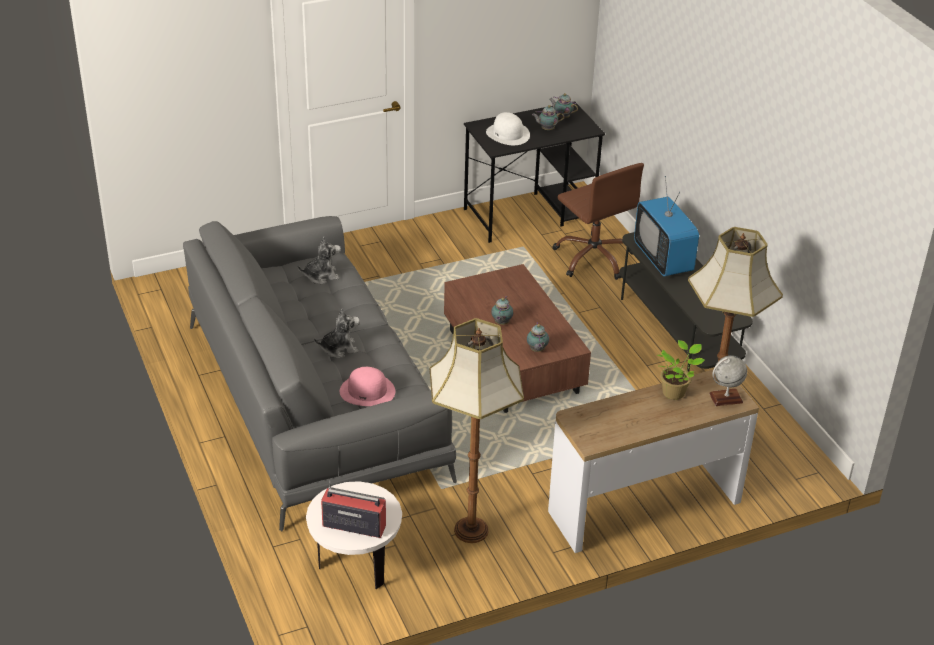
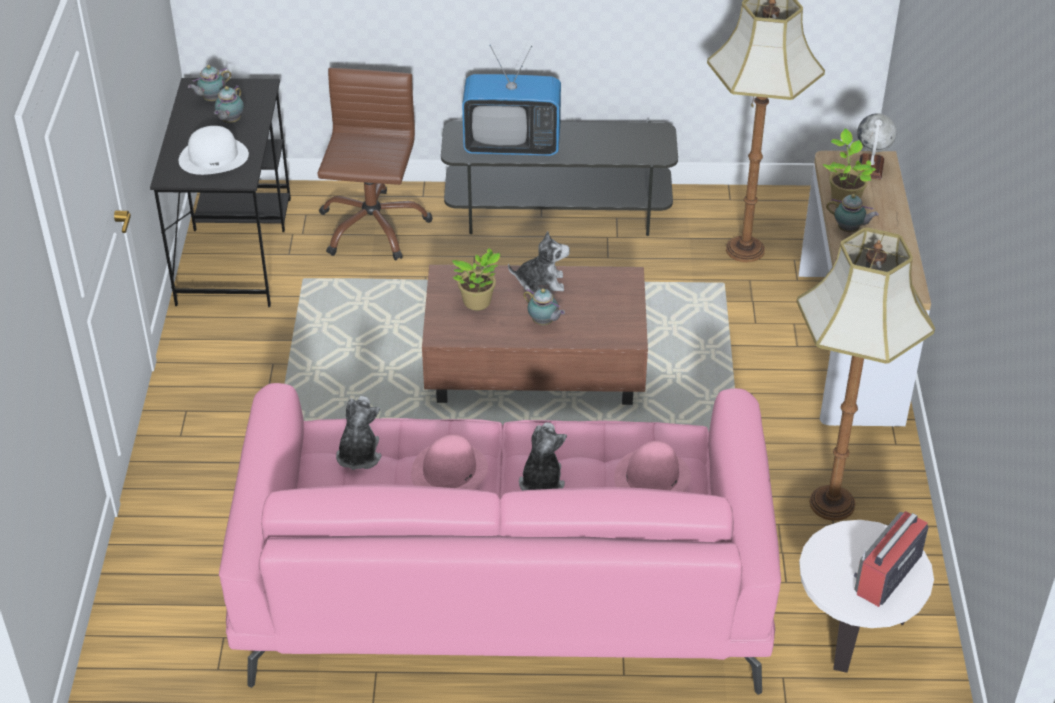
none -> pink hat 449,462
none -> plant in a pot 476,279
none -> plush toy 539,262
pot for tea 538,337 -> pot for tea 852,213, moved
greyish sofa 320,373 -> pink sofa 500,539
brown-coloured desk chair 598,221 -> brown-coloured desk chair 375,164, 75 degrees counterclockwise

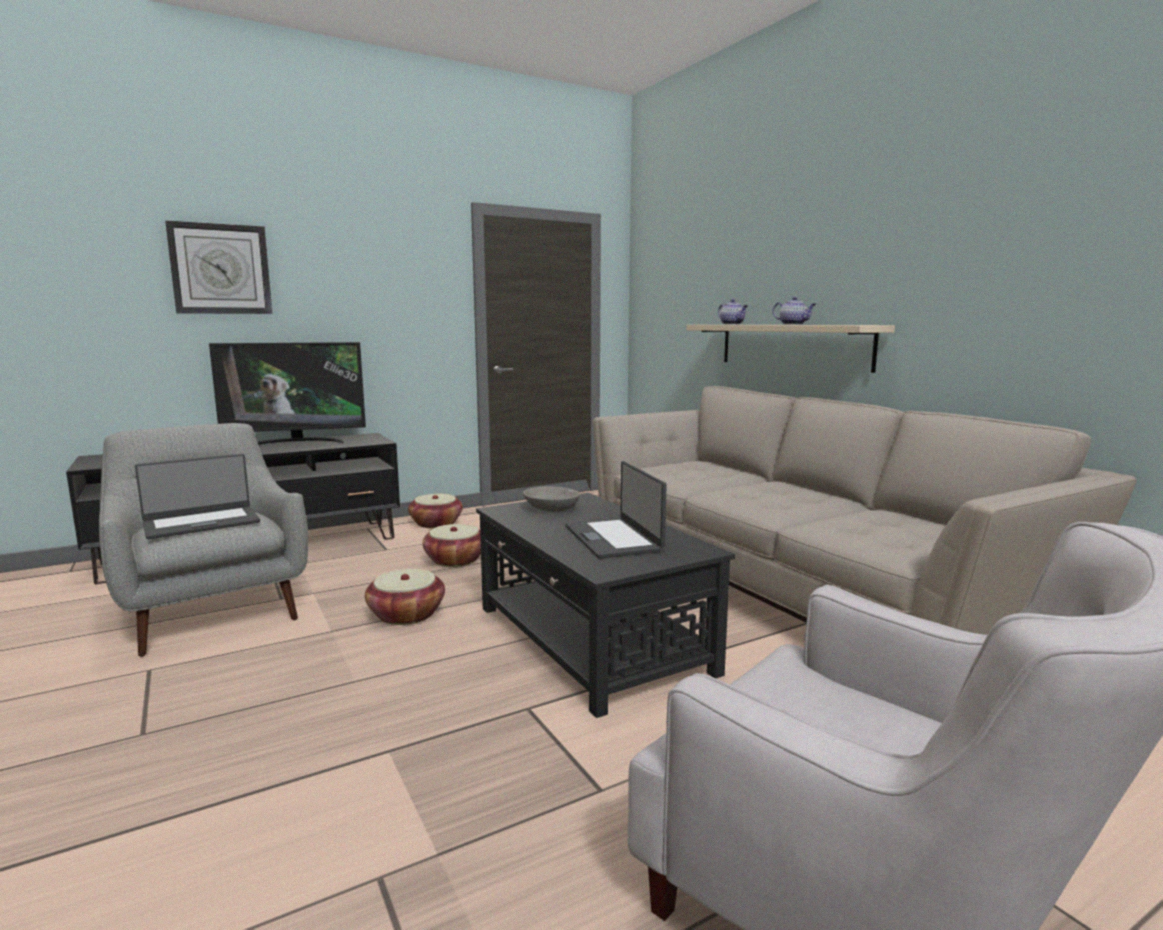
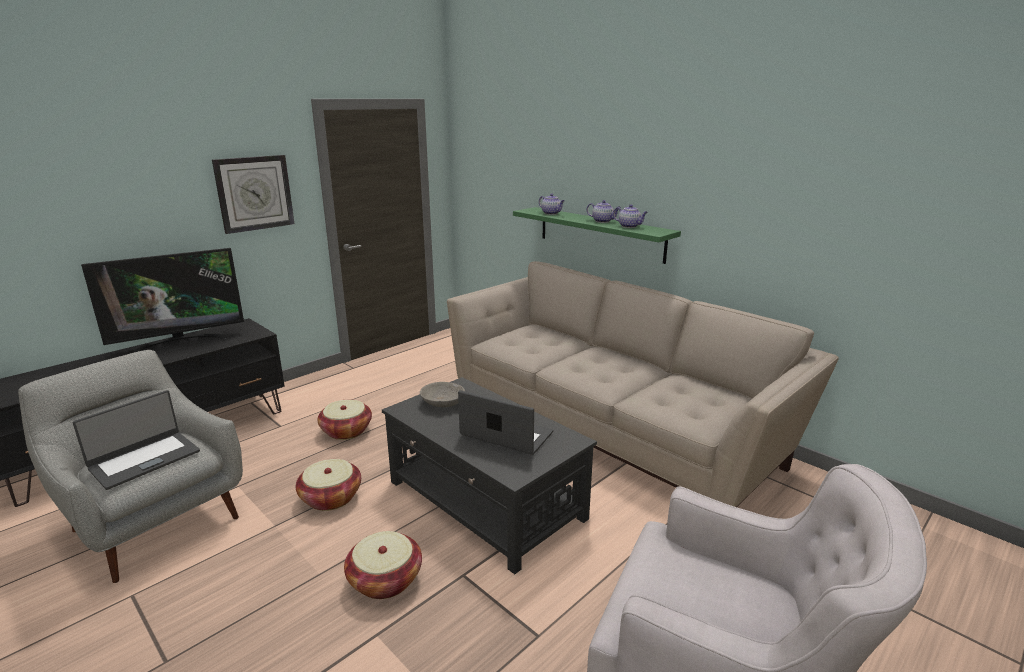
none -> pot for tea 630,216
wall clock 218,267 -> wall clock 253,194, moved
storage basket 435,511 -> storage basket 383,565, moved
beige-coloured shelf 790,349 -> green shelf 597,235
portable computer 616,510 -> portable computer 505,422, 150 degrees clockwise

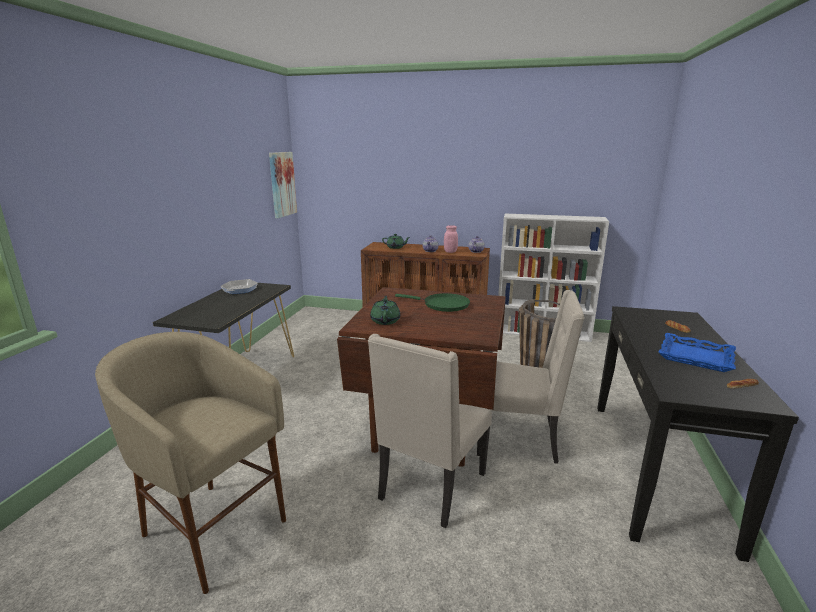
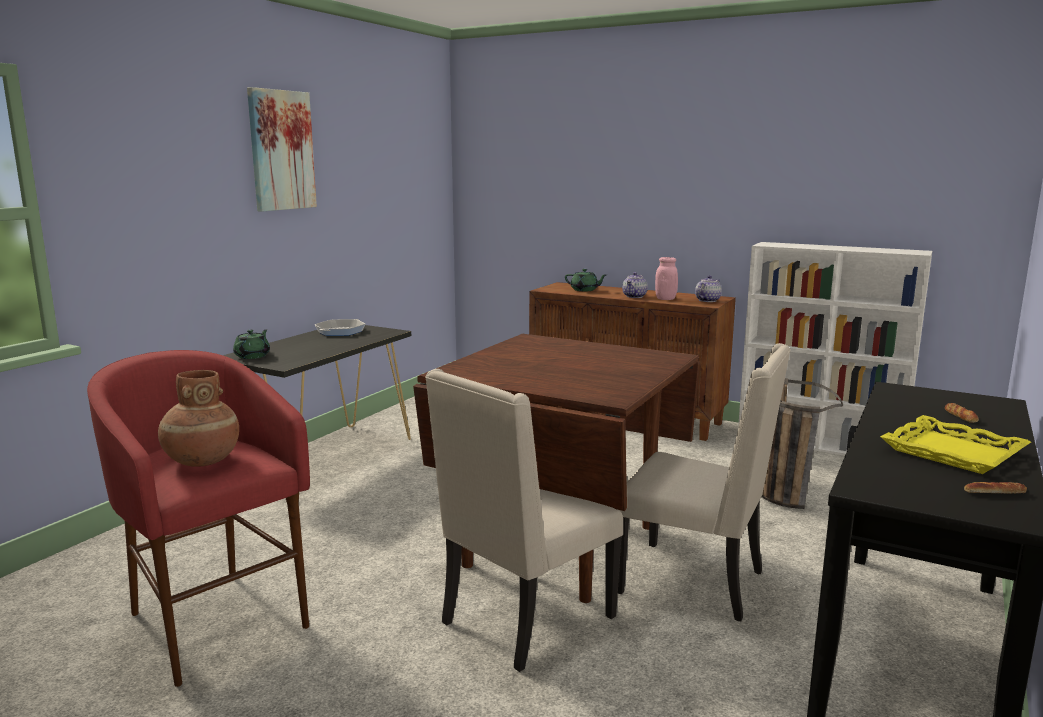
green pan 432,302 -> none
none -> brown-coloured decorative vase 198,418
wall picture 283,185 -> wall picture 282,149, moved
green pot for tea 385,310 -> green pot for tea 251,344, moved
beige-coloured sitting stool 190,463 -> red sitting stool 198,518
bluish tray 697,352 -> yellowish tray 955,444

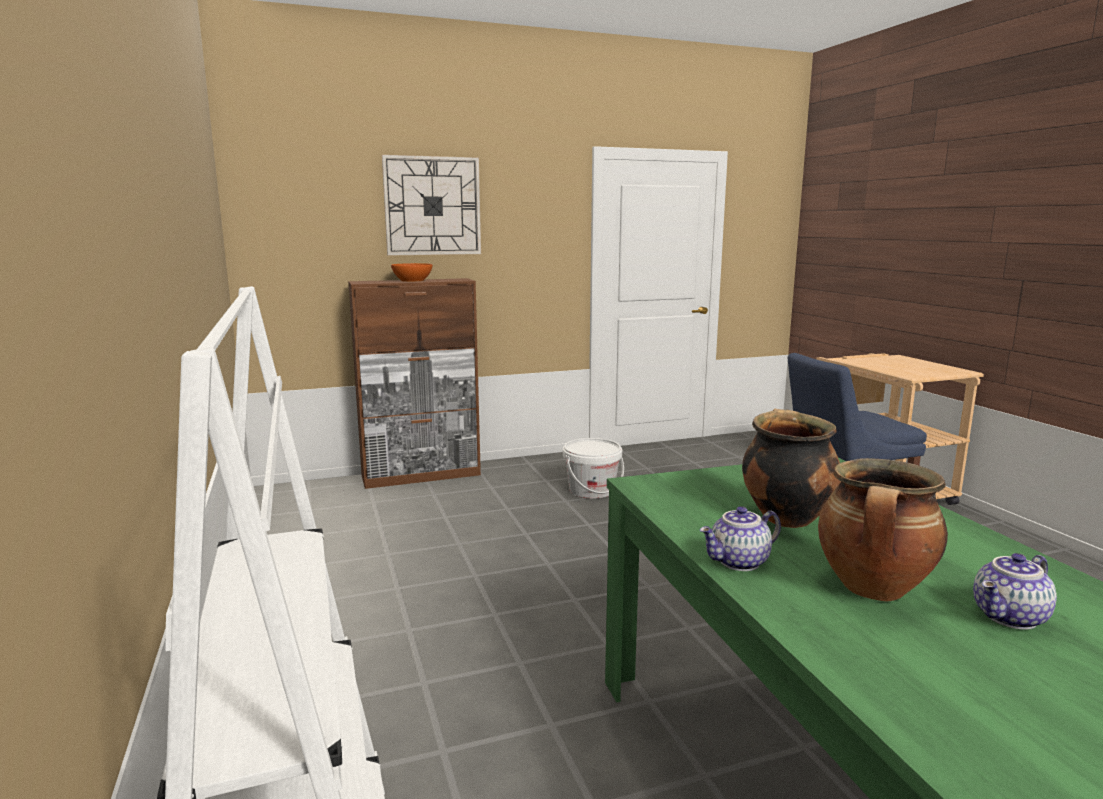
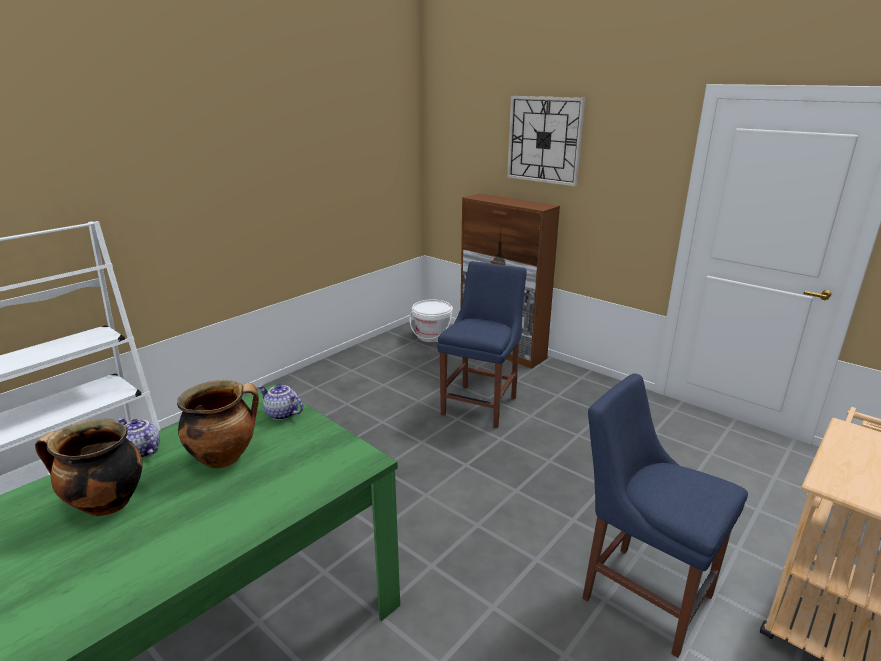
orange-coloured serving bowl 412,272 -> none
none -> bluish plain chair 482,344
white bucket 593,468 -> white bucket 431,320, moved
pot for tea 1015,591 -> pot for tea 280,402, moved

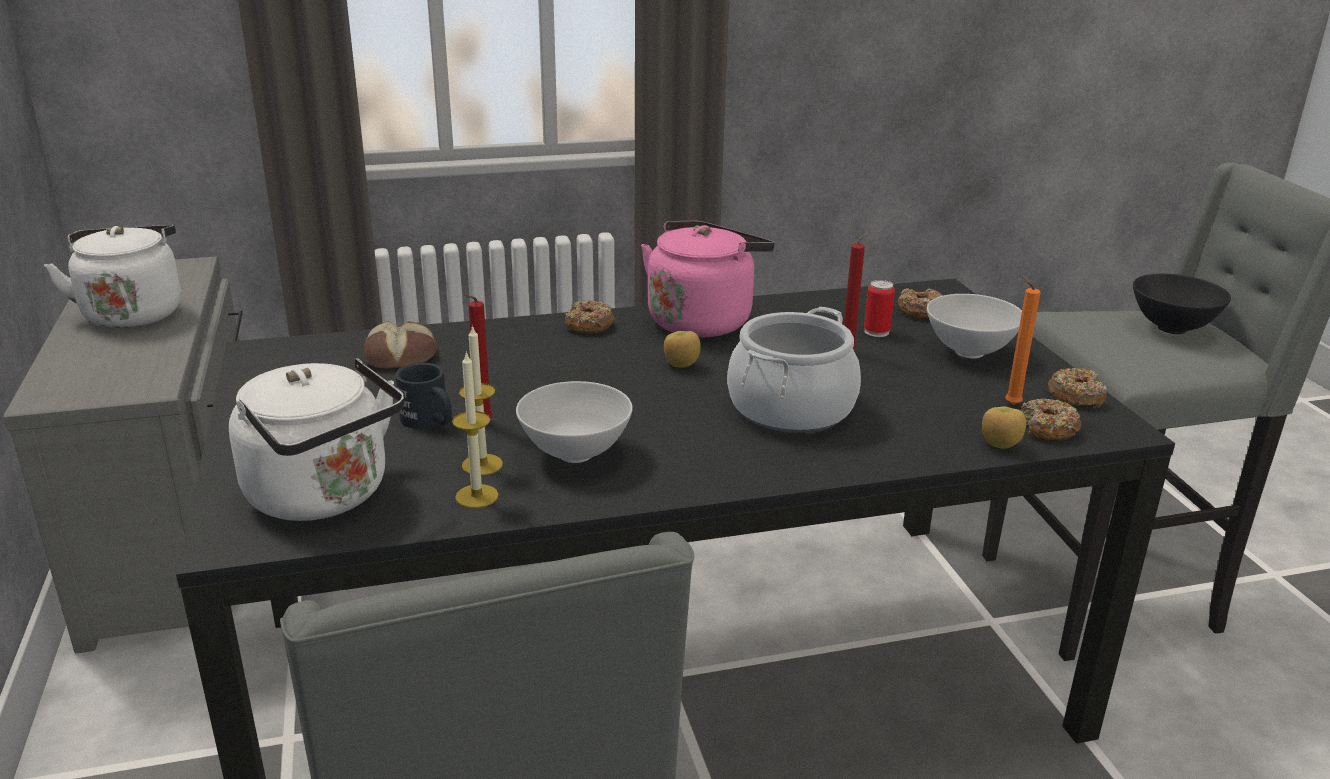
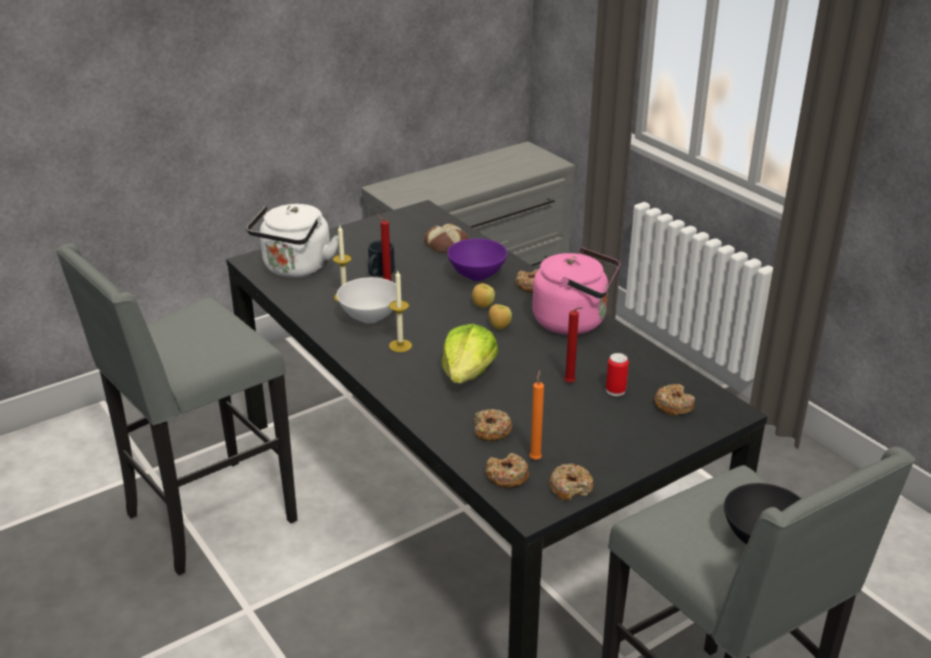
white water kettle 112,276 -> none
white serving bowl 974,326 -> none
none -> purple serving bowl 477,260
none -> doughnut 493,425
wax candle 475,429 -> wax candle 400,311, moved
apple fruit 1004,428 -> apple fruit 483,295, moved
saucepot 794,370 -> lettuce 469,354

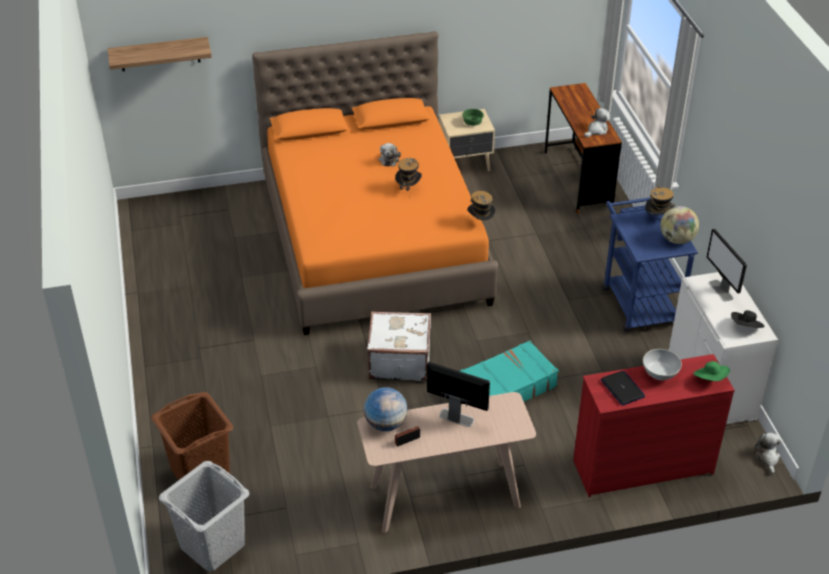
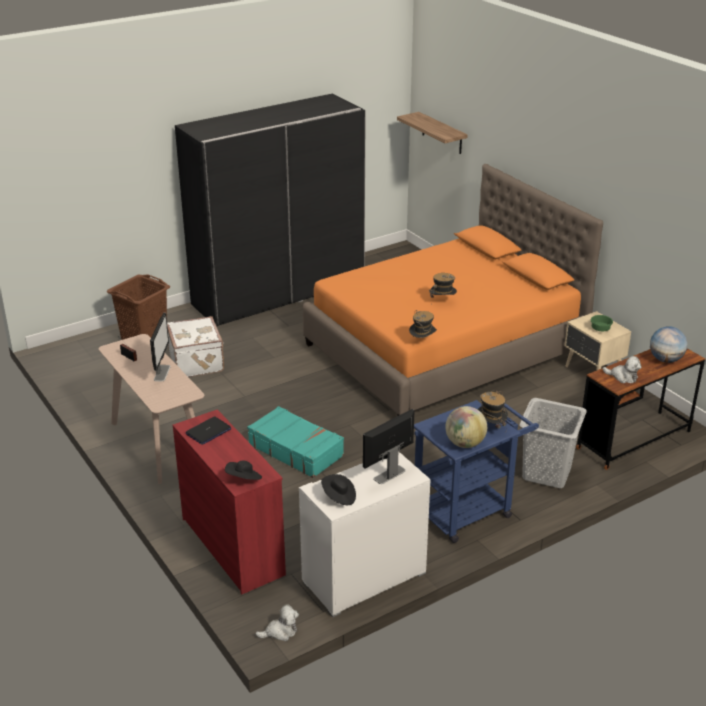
plush toy 389,154 -> none
white serving bowl 662,364 -> none
none -> blackish armoire 270,210
greyish laundry basket 204,516 -> greyish laundry basket 553,443, moved
desk globe 386,409 -> desk globe 668,344, moved
white suitcase 399,346 -> white suitcase 195,346, moved
green hat 711,371 -> blackish hat 243,470

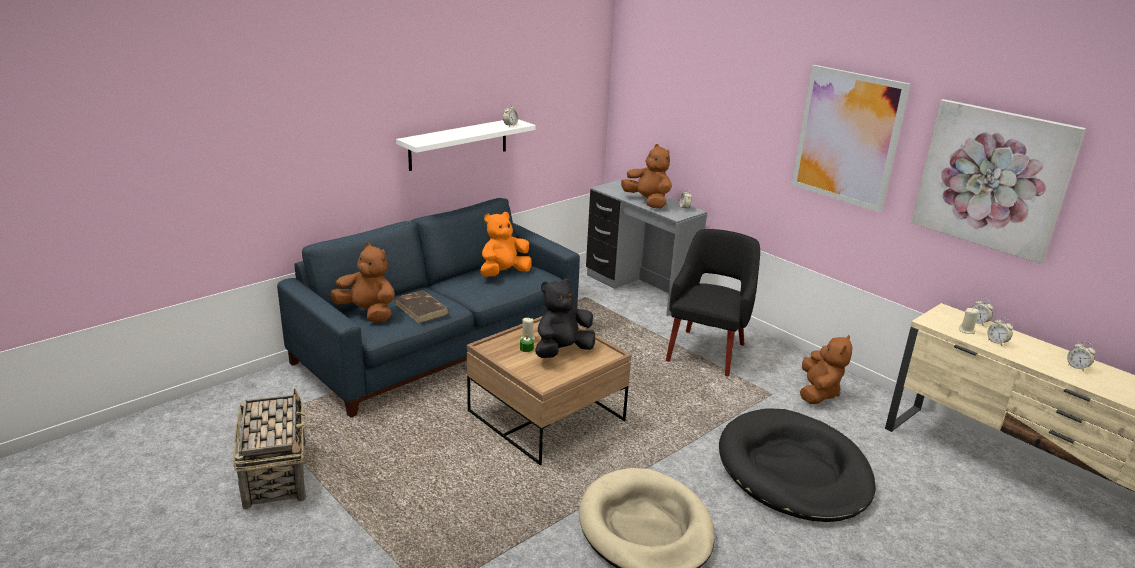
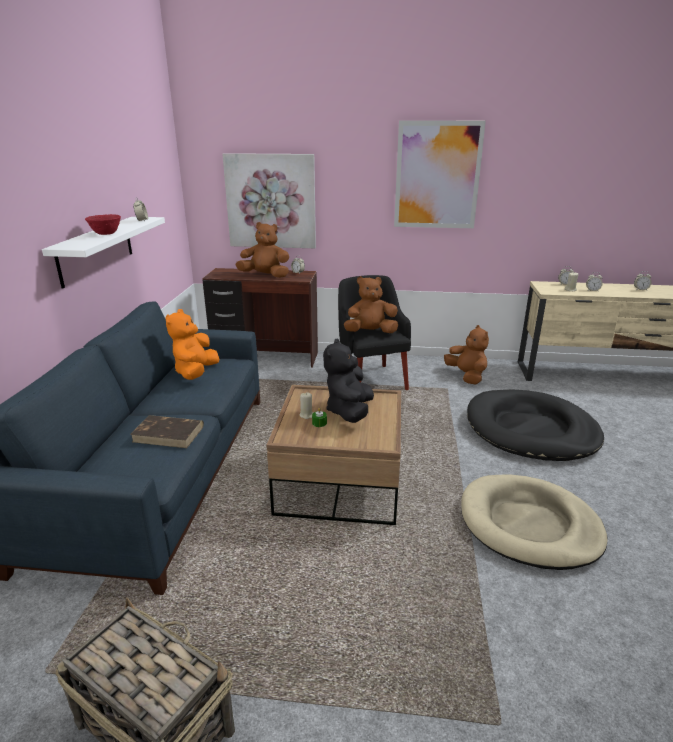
none -> red serving bowl 103,224
brown-coloured plush toy 362,283 -> brown-coloured plush toy 371,304, moved
wall picture 998,181 -> wall picture 269,200, moved
greyish desk unit 646,248 -> brown-coloured desk unit 260,318

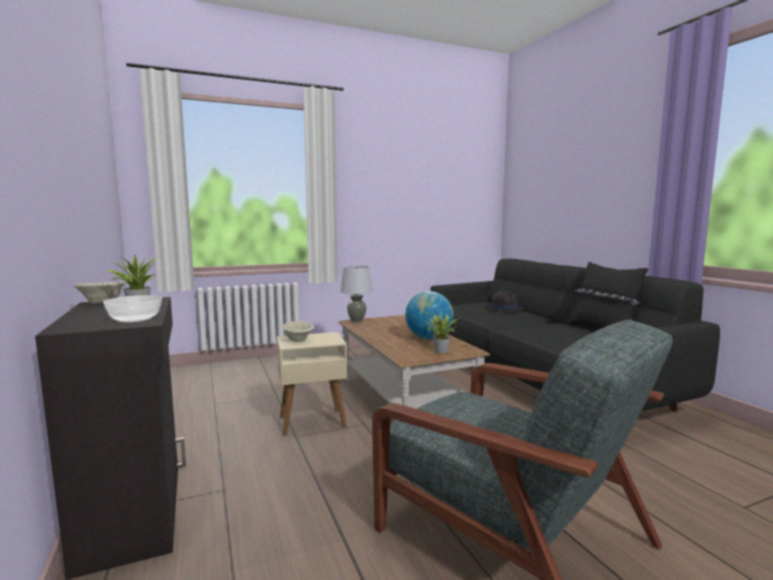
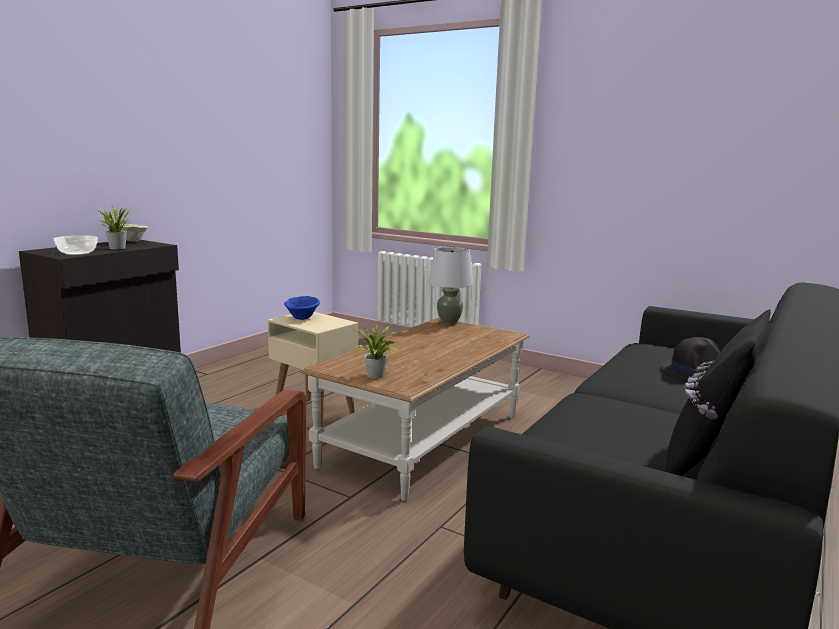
desk globe 429,315 -> none
beige-coloured serving bowl 298,331 -> bluish serving bowl 302,308

